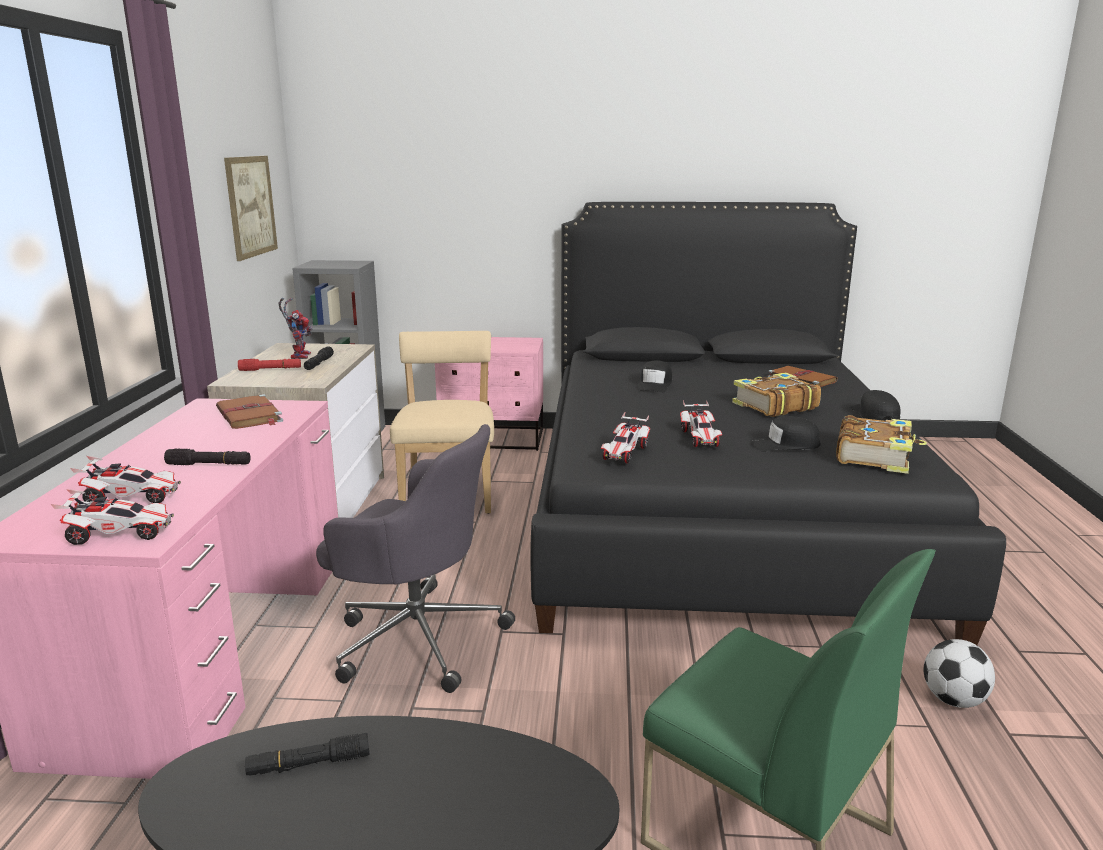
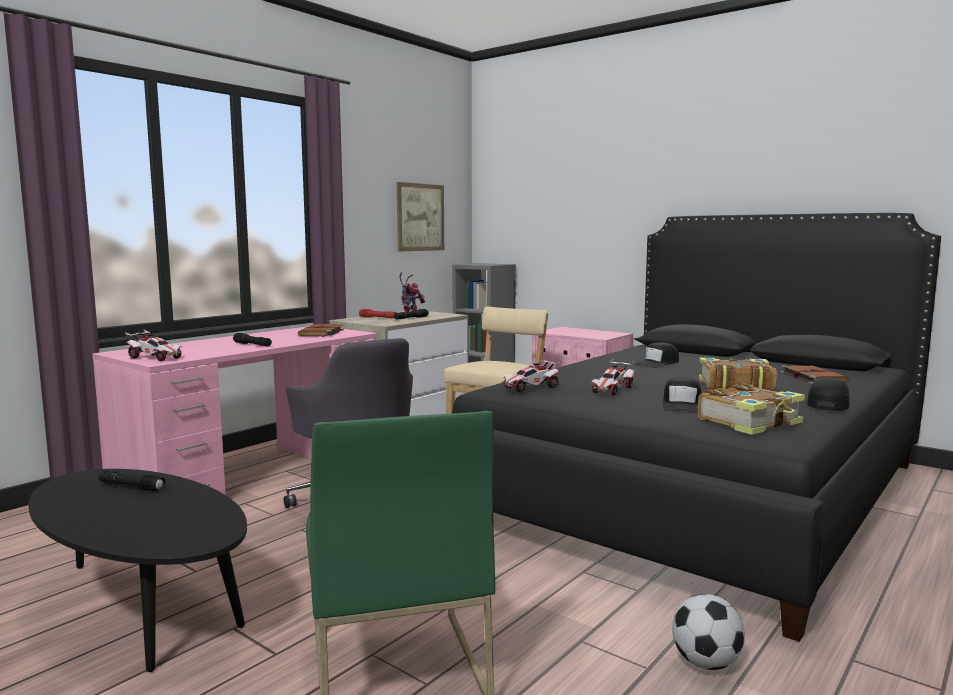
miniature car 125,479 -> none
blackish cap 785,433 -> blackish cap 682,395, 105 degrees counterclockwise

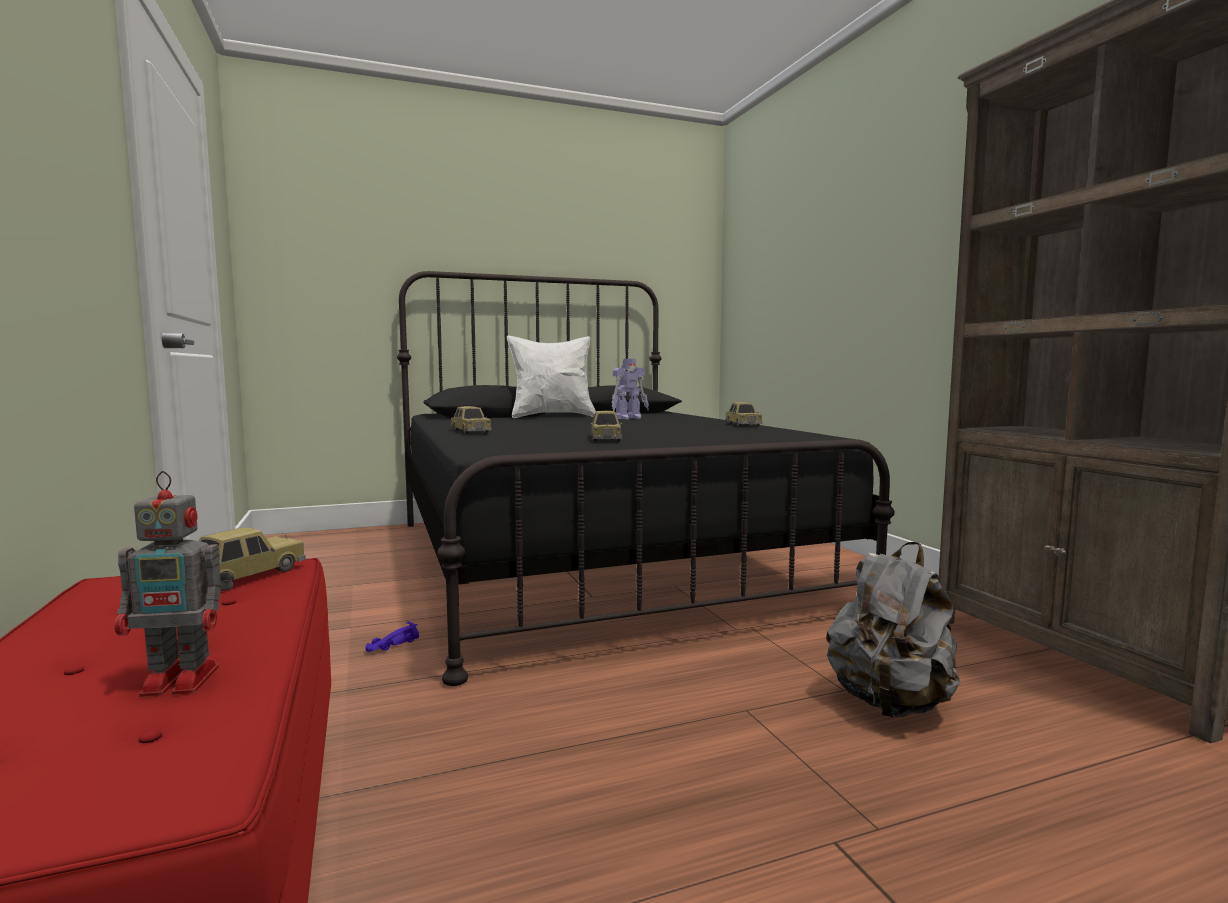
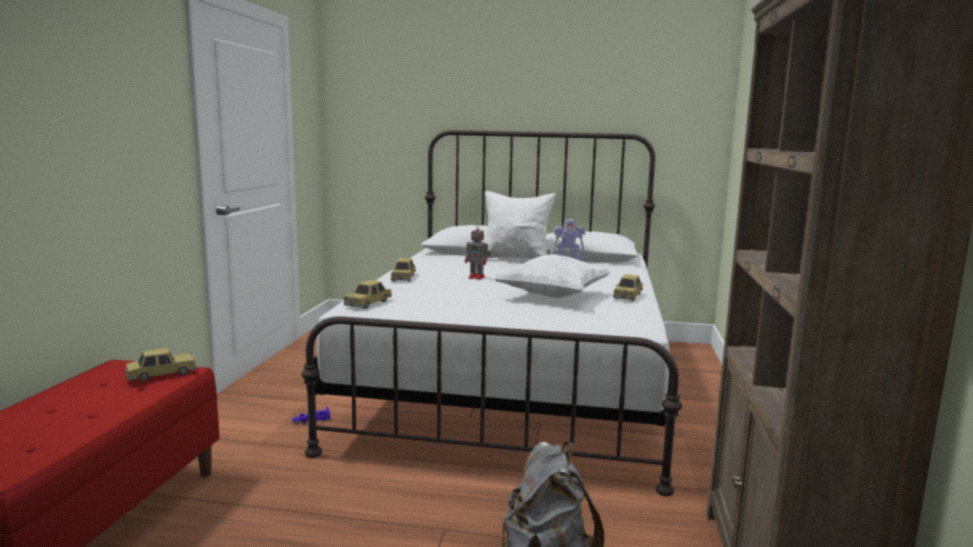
none -> white throw pillow 552,276
robot figure 173,584 -> robot figure 477,252, moved
miniature car 606,426 -> miniature car 367,294, moved
blackish sleeping bed 646,478 -> white sleeping bed 491,313

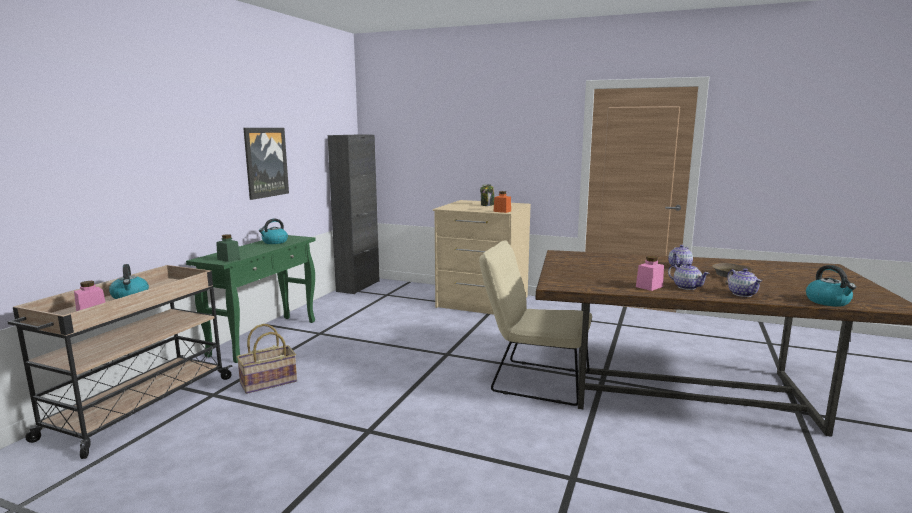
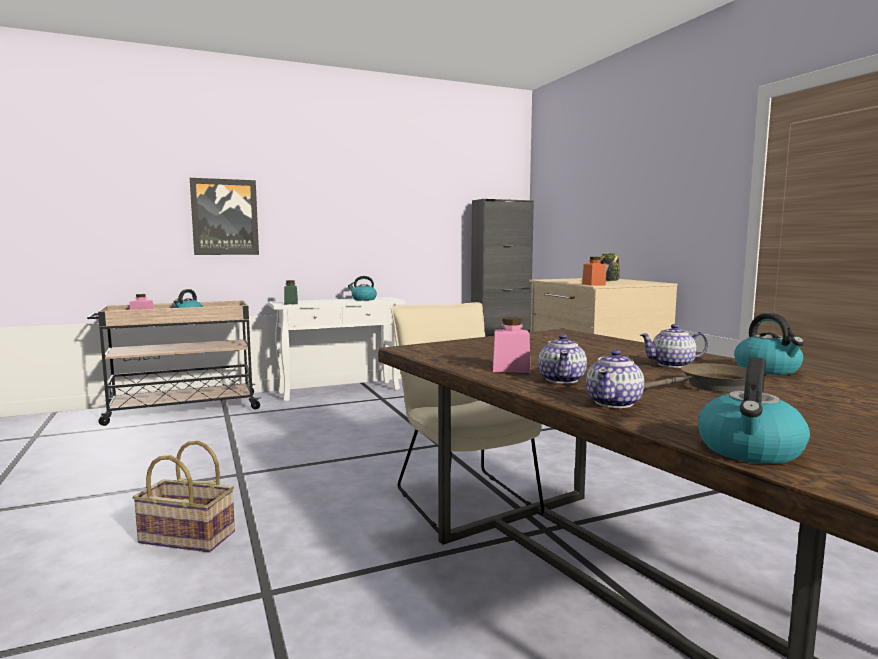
none -> water kettle 769,344
storage basket 267,359 -> storage basket 183,497, moved
wall picture 266,164 -> wall picture 224,216, moved
green narrow table 251,299 -> white narrow table 336,349

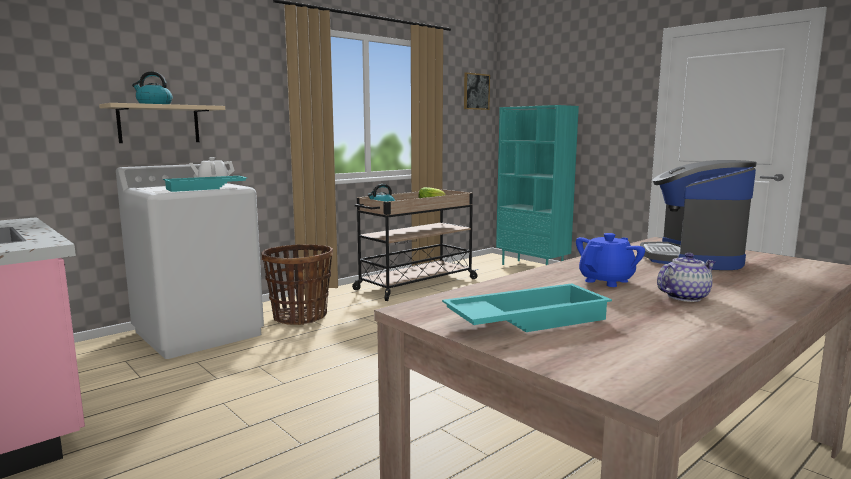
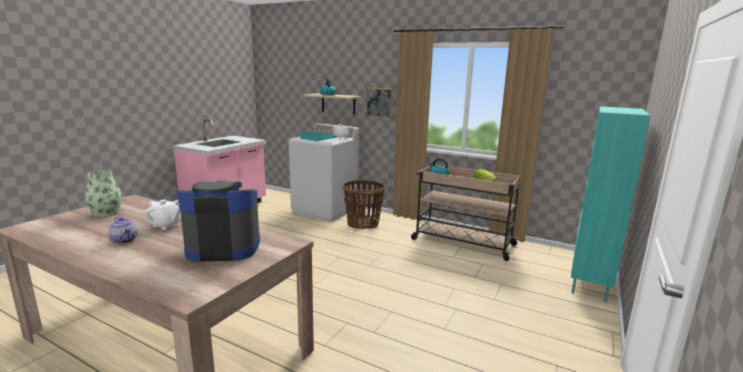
wall picture 477,91 -> wall picture 379,103, moved
turquoise tray 527,307 -> decorative vase 103,193
bluish pot for tea 610,260 -> white pot for tea 163,215

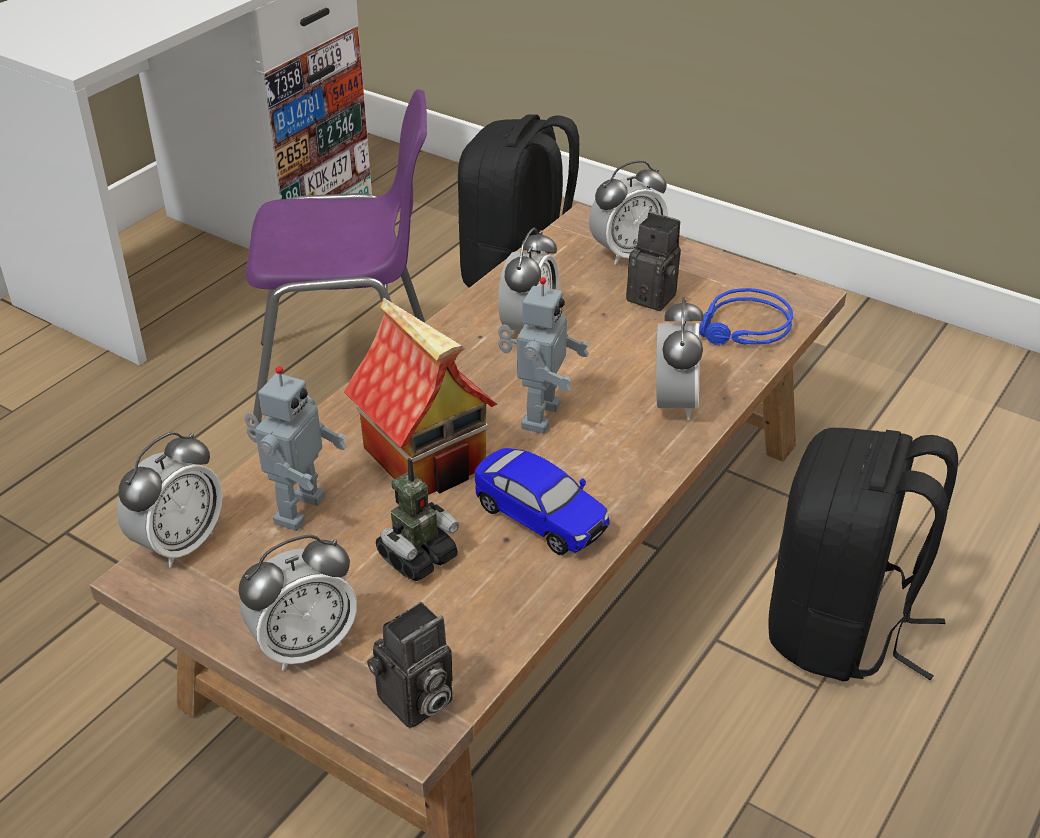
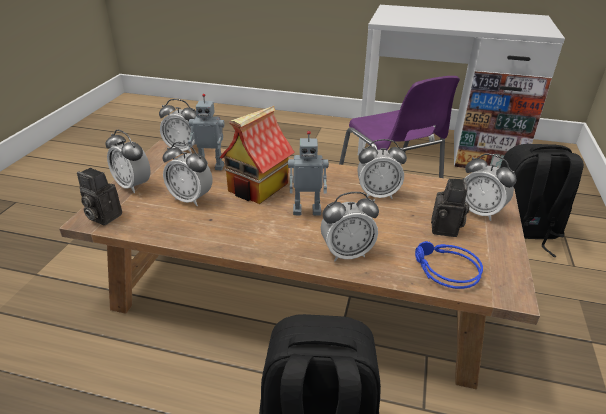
miniature car 542,501 -> none
robot figure 417,519 -> bedside clock 188,174

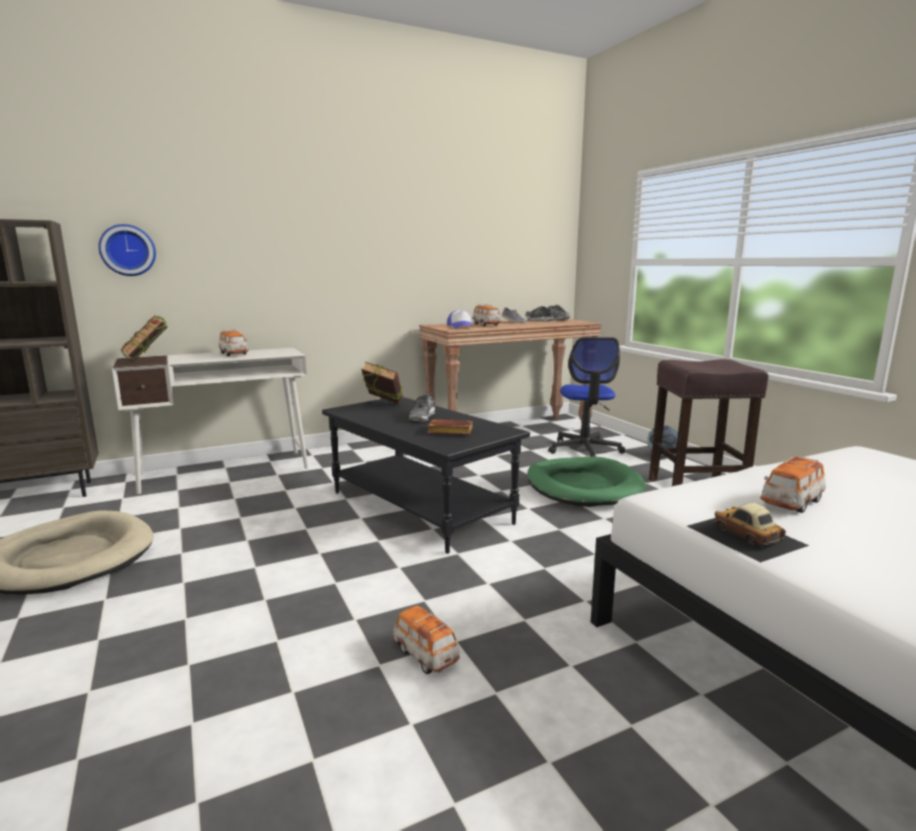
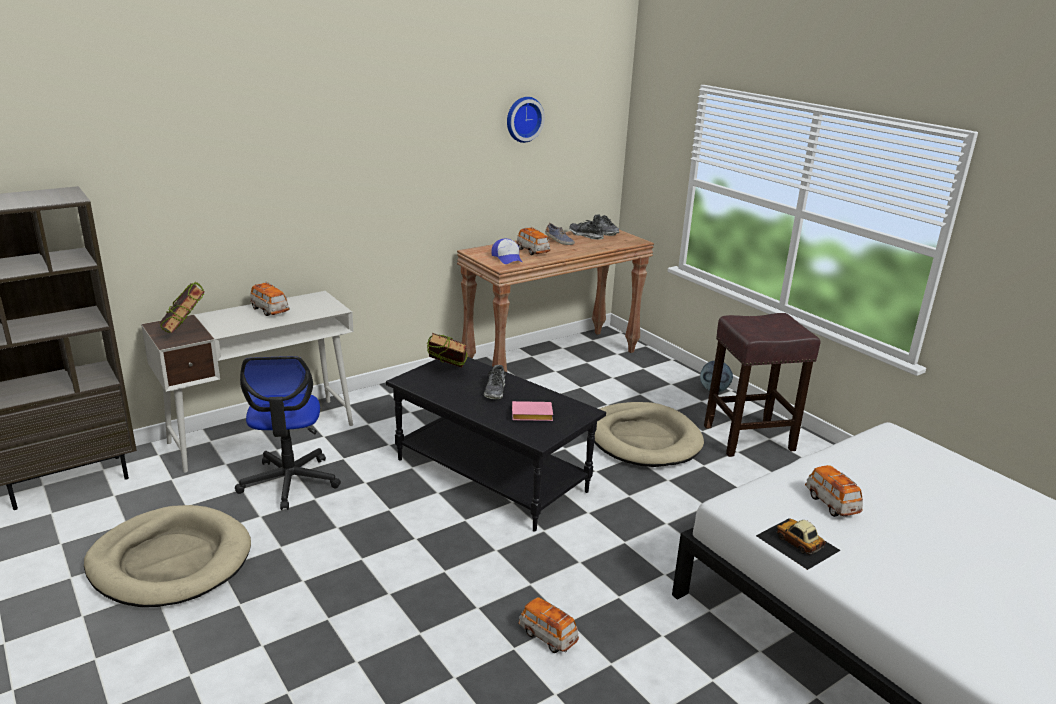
wall clock 127,250 -> wall clock 526,120, moved
desk chair 586,397 -> desk chair 288,433, moved
brown-coloured volume 450,427 -> pink volume 532,411
green dog cushion 586,482 -> beige-coloured dog cushion 649,434
miniature car 792,484 -> miniature car 834,491, 120 degrees clockwise

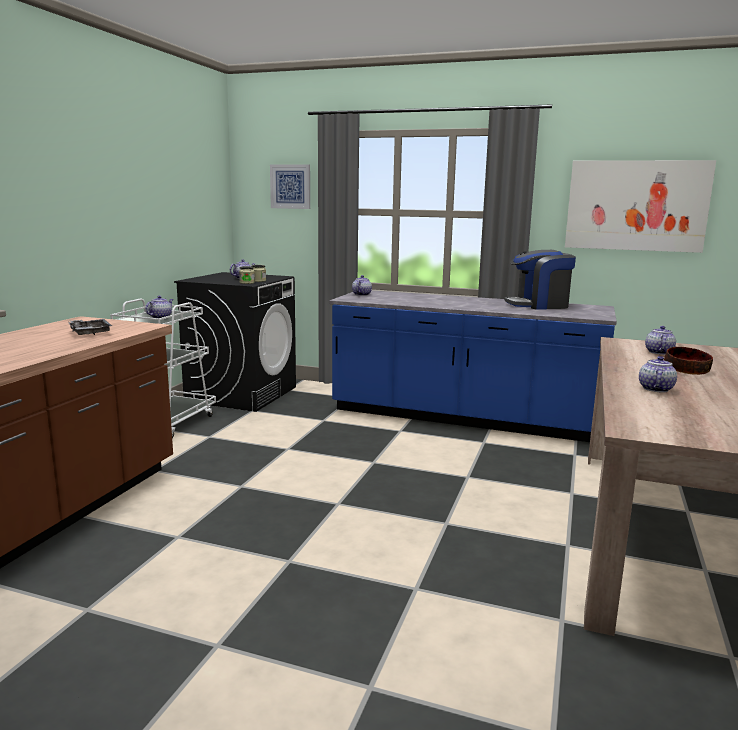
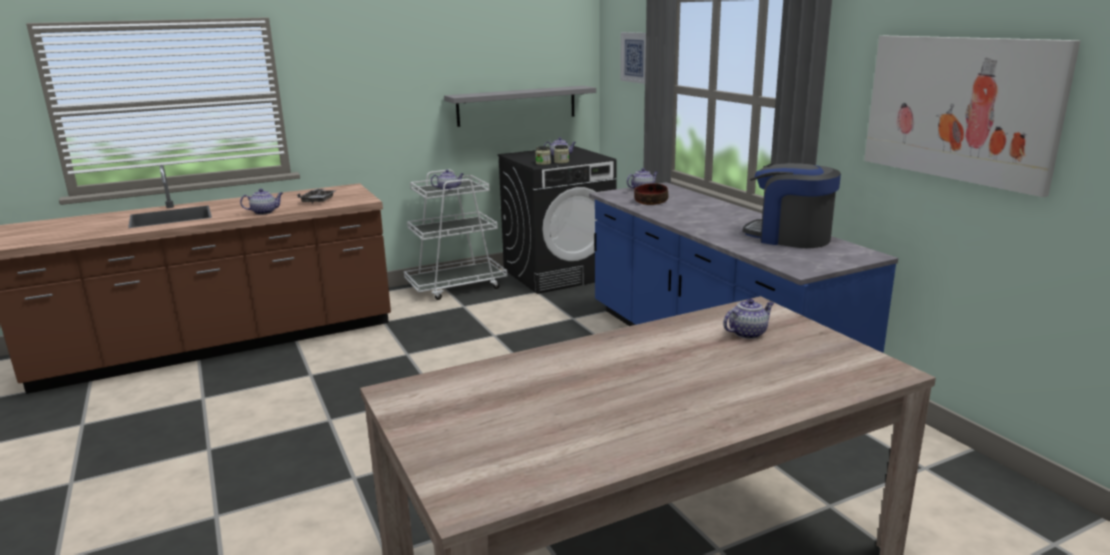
none -> greyish shelf 520,106
pot for tea 658,374 -> pot for tea 261,202, moved
serving bowl 688,361 -> serving bowl 651,194, moved

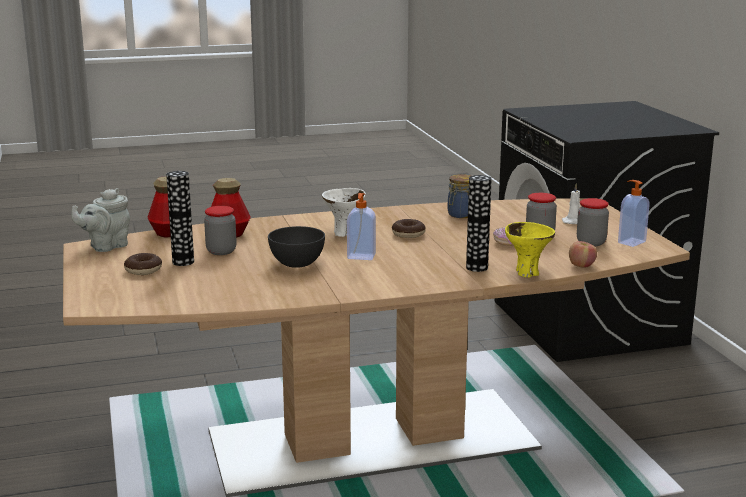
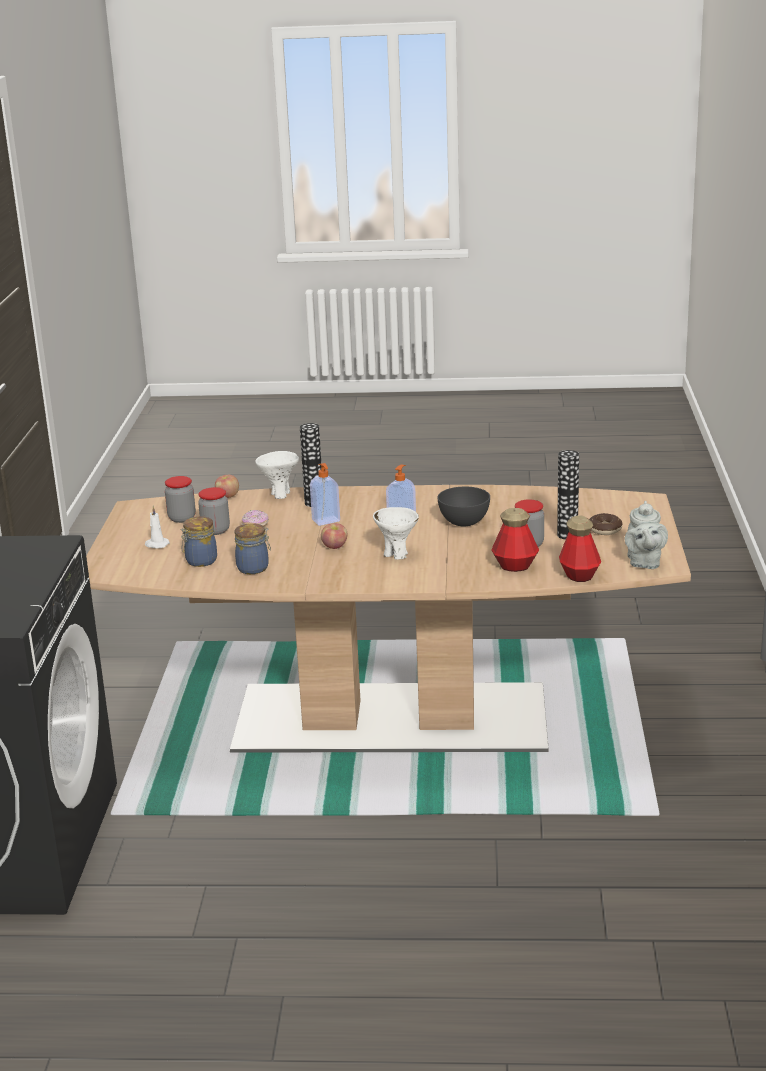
none -> jar 198,541
soap dispenser 634,213 -> soap dispenser 325,494, moved
doughnut 409,228 -> apple fruit 334,536
yellowish serving bowl 530,250 -> white serving bowl 277,475
greyish pot for tea 100,220 -> greyish pot for tea 646,535, 120 degrees clockwise

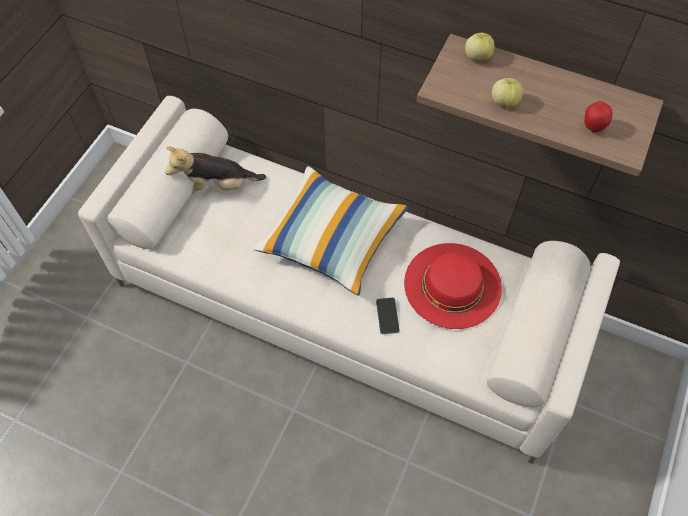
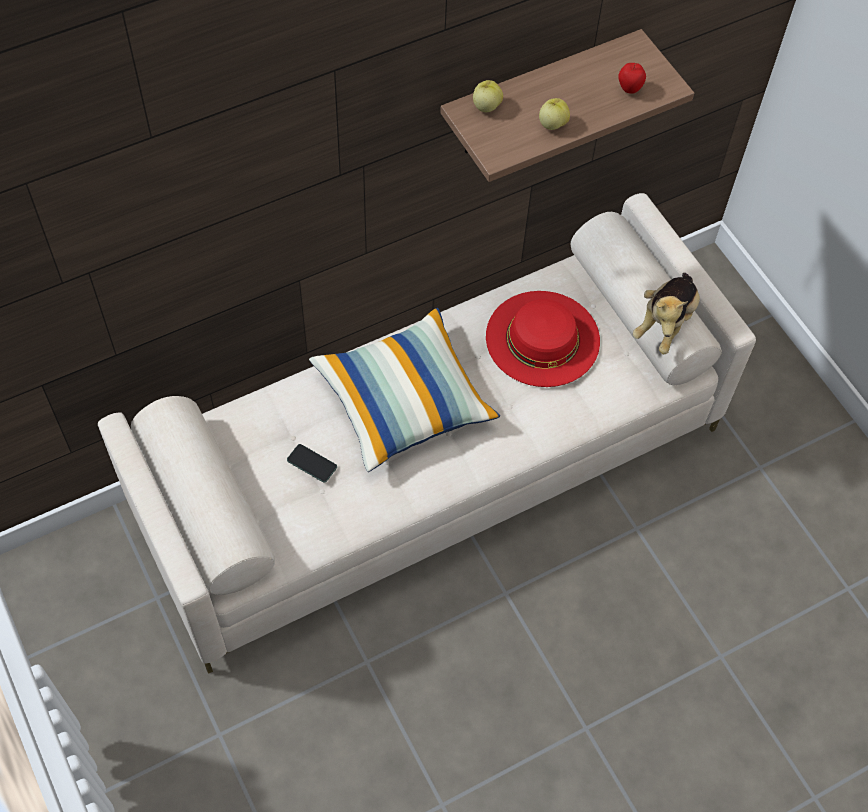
plush toy 215,170 -> plush toy 666,313, moved
telephone 388,316 -> telephone 312,463, moved

